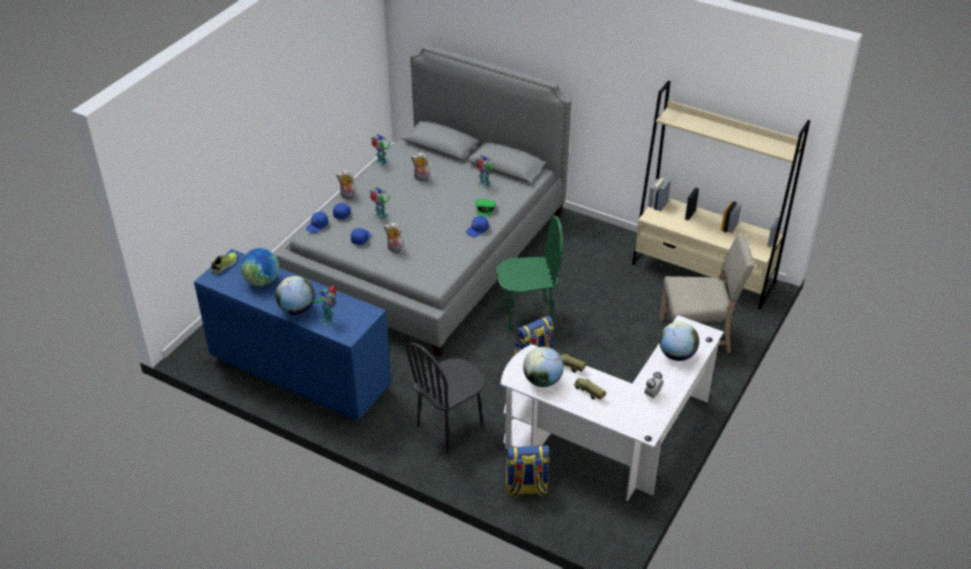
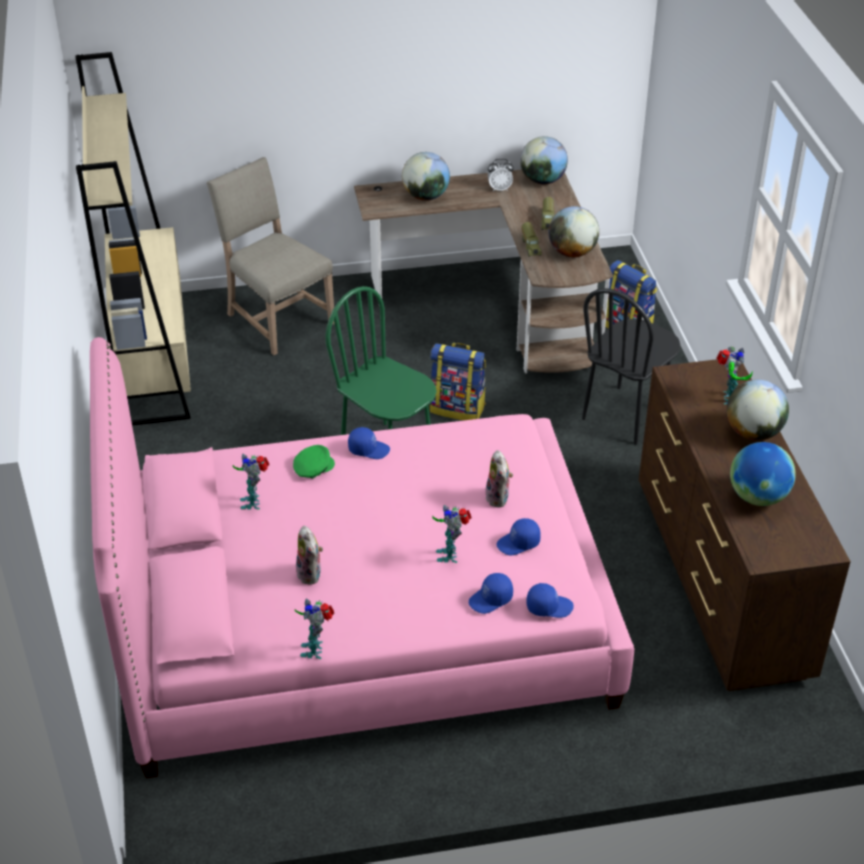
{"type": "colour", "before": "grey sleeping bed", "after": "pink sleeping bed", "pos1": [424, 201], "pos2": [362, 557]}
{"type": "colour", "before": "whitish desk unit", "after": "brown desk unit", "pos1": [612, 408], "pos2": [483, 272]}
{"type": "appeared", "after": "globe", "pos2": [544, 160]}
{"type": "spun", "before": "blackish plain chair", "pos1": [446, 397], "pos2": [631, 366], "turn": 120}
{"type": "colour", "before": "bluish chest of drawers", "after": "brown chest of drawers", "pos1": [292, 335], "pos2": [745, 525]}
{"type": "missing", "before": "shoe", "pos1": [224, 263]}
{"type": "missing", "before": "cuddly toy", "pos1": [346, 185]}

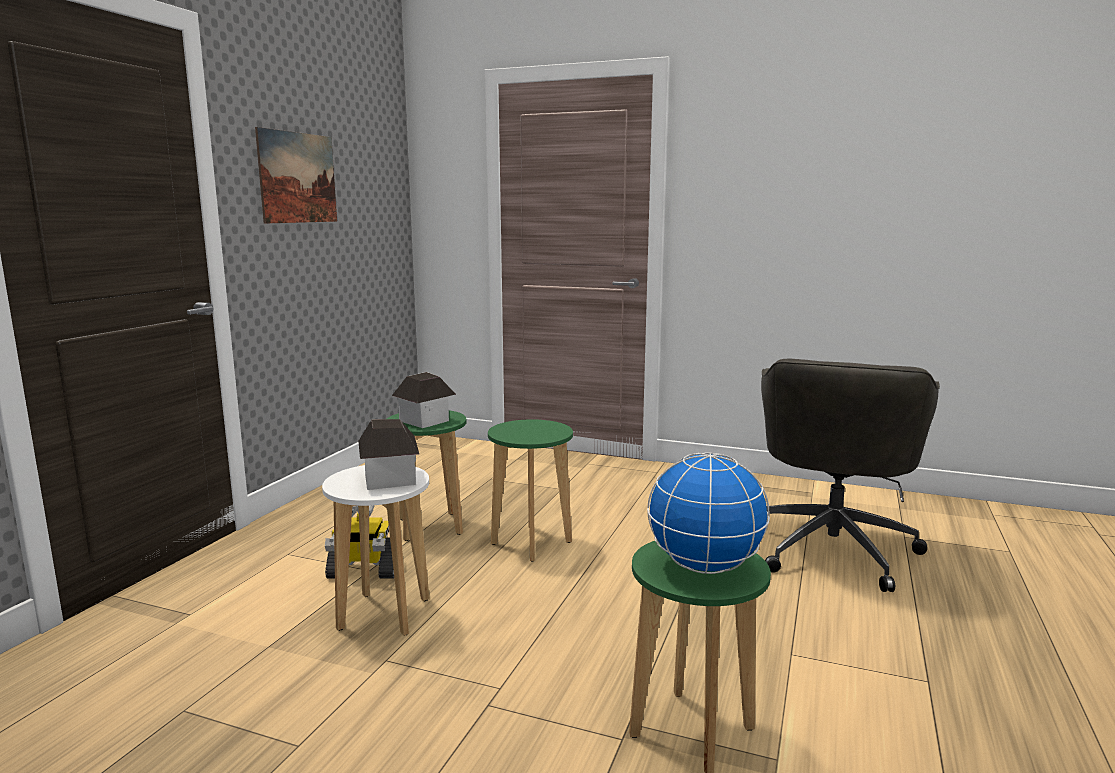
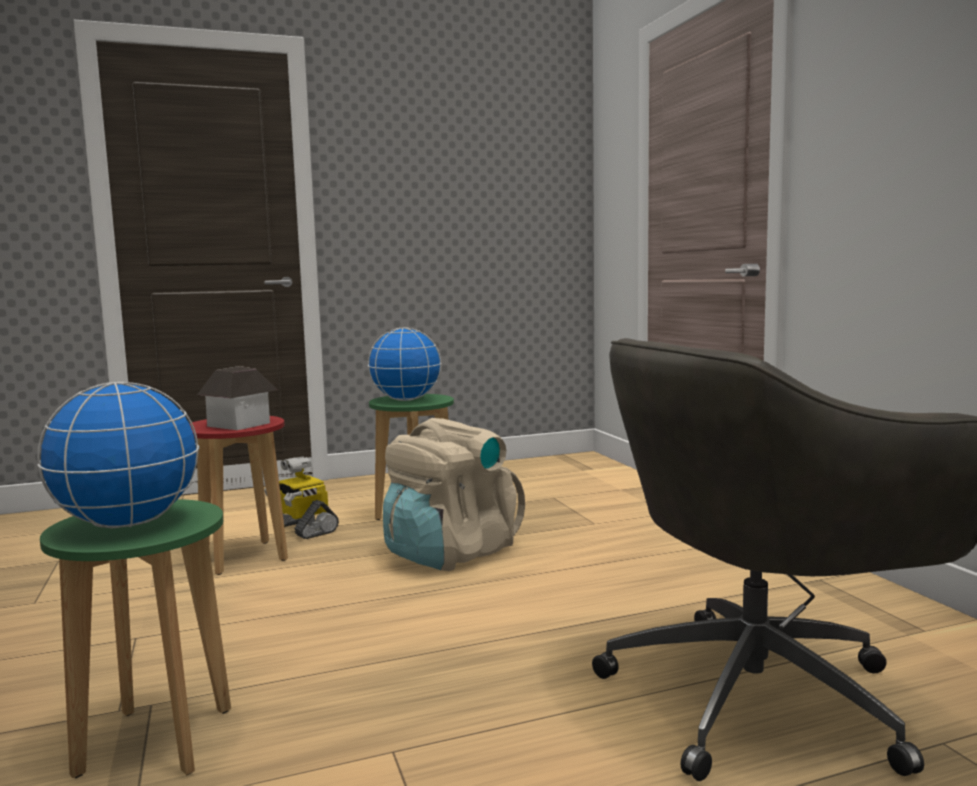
{"type": "colour", "before": "whitish sitting stool", "after": "reddish sitting stool", "pos1": [376, 550], "pos2": [238, 495]}
{"type": "exchanged", "before": "toy house", "after": "globe", "pos1": [424, 400], "pos2": [404, 364]}
{"type": "exchanged", "before": "green sitting stool", "after": "beige rucksack", "pos1": [530, 490], "pos2": [454, 494]}
{"type": "missing", "before": "wall picture", "pos1": [296, 175]}

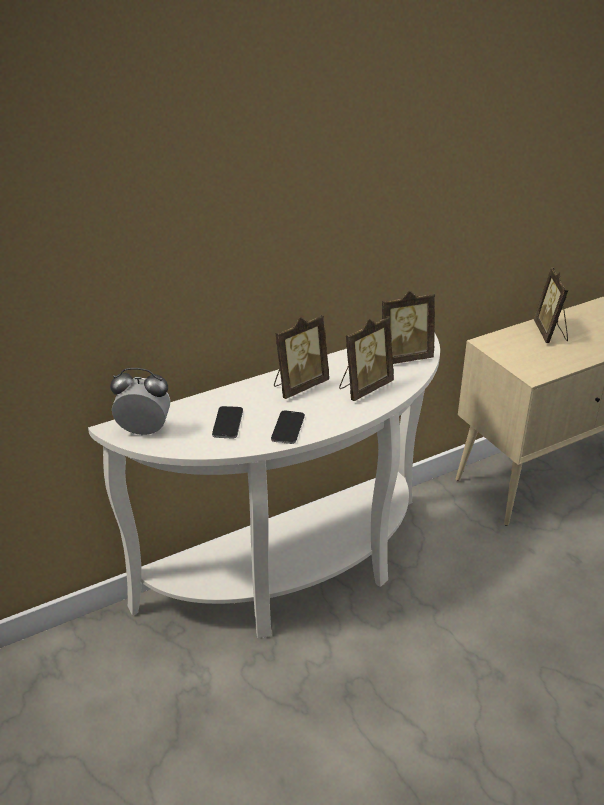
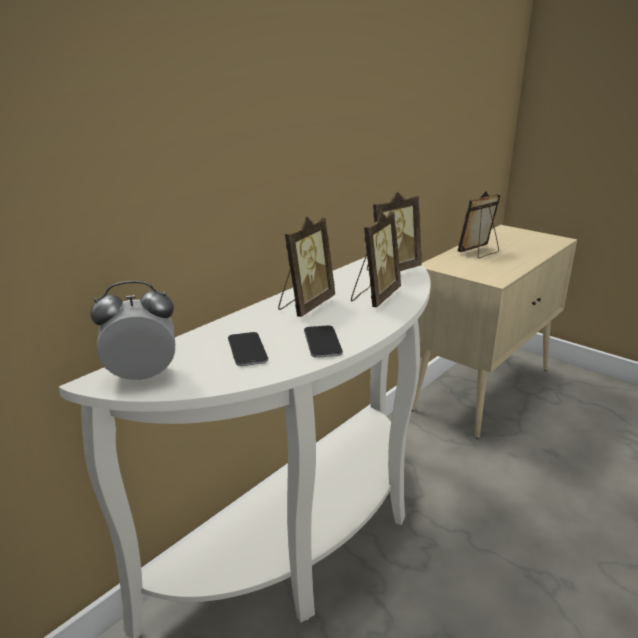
{"type": "spun", "before": "picture frame", "pos1": [551, 305], "pos2": [479, 224], "turn": 75}

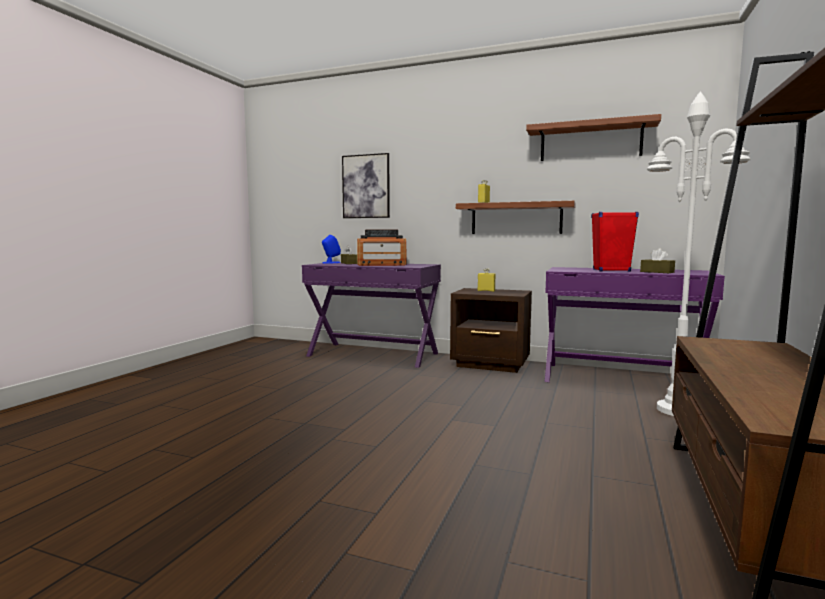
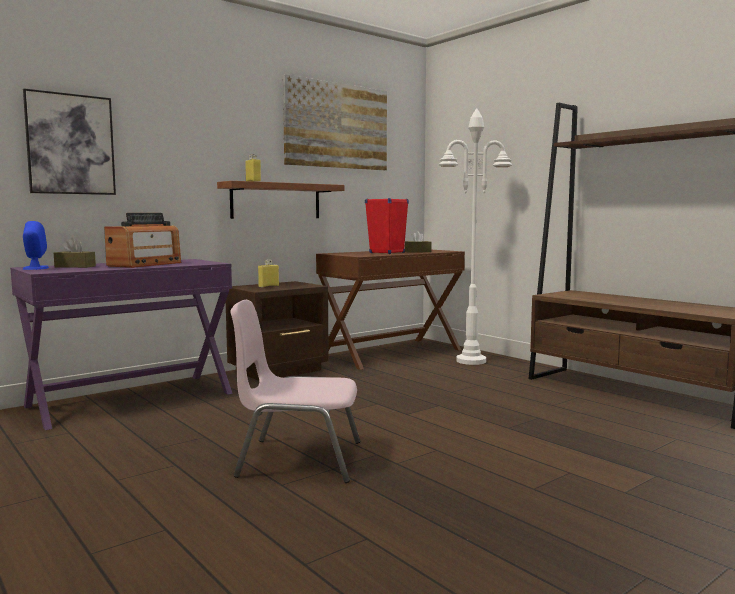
{"type": "appeared", "after": "pink plain chair", "pos2": [295, 391]}
{"type": "exchanged", "before": "shelf", "after": "wall picture", "pos1": [593, 137], "pos2": [335, 122]}
{"type": "colour", "before": "purplish desk unit", "after": "brown desk unit", "pos1": [635, 324], "pos2": [390, 310]}

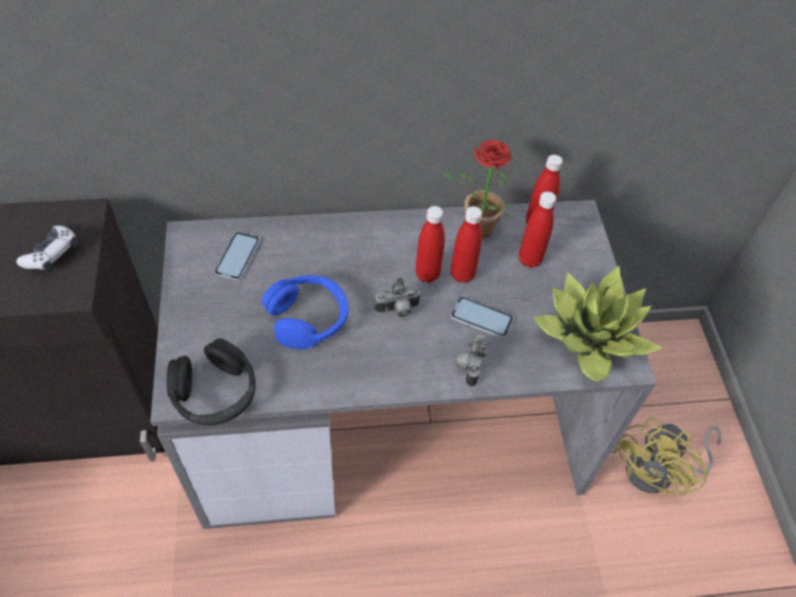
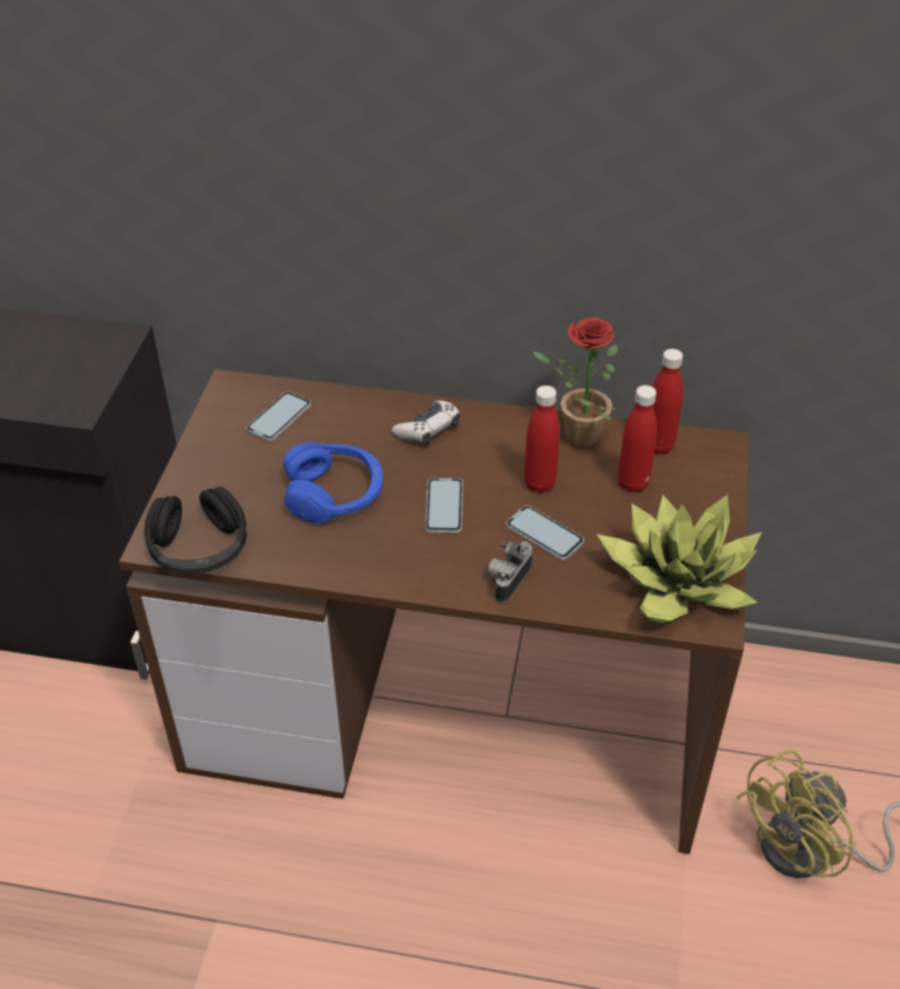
{"type": "colour", "before": "grey desk unit", "after": "brown desk unit", "pos1": [403, 364], "pos2": [434, 611]}
{"type": "relocated", "before": "game controller", "pos1": [46, 248], "pos2": [426, 423]}
{"type": "exchanged", "before": "still camera", "after": "handset", "pos1": [398, 297], "pos2": [444, 505]}
{"type": "missing", "before": "reddish beverage bottle", "pos1": [430, 244]}

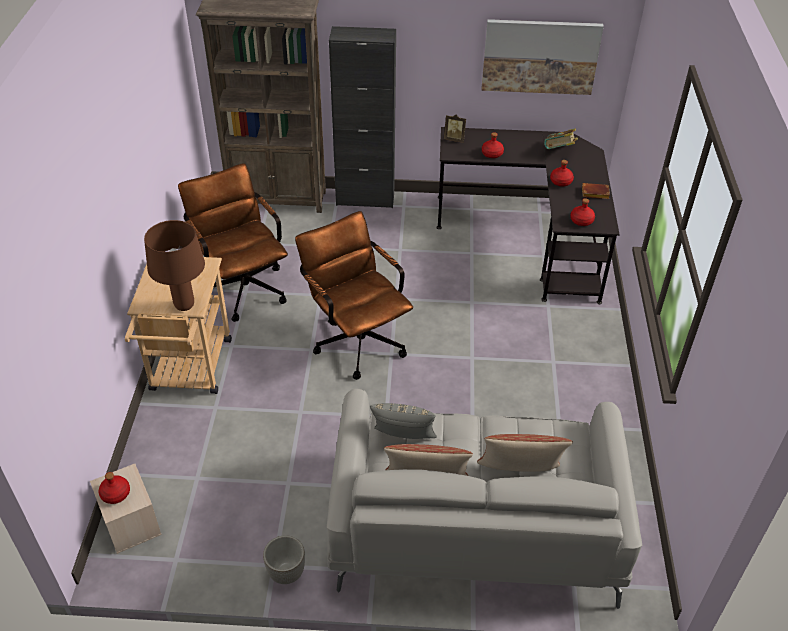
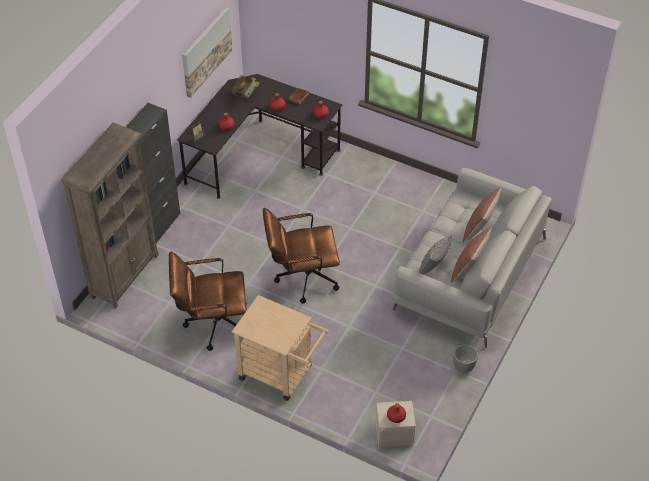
{"type": "missing", "before": "brown tabletop lamp", "pos1": [174, 265]}

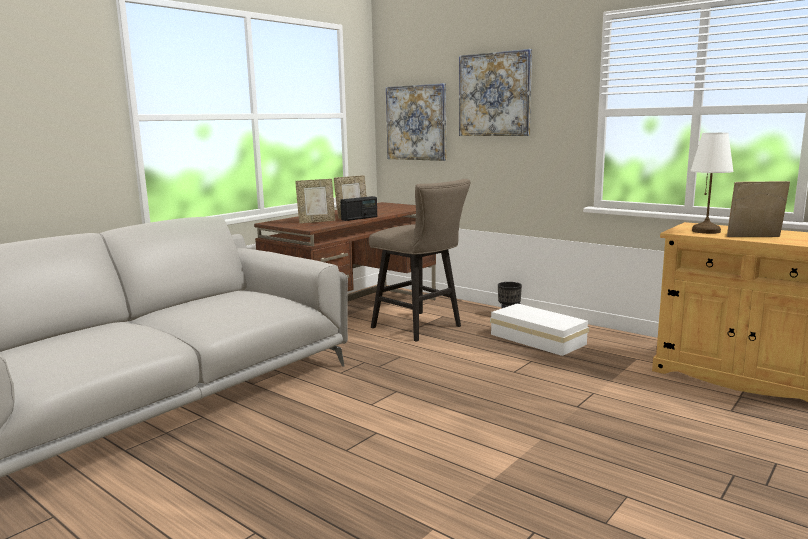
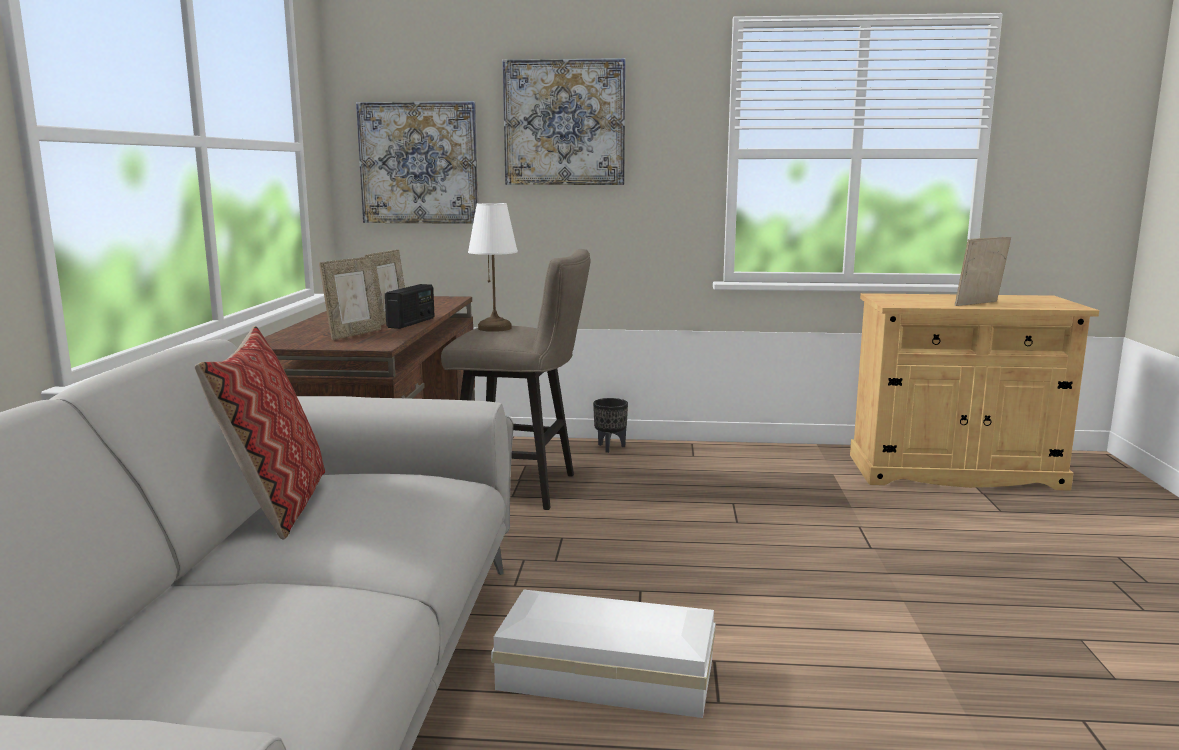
{"type": "appeared", "after": "cushion", "pos2": [260, 433]}
{"type": "relocated", "before": "whitish tabletop lamp", "pos1": [712, 183], "pos2": [493, 267]}
{"type": "relocated", "before": "whitish storage box", "pos1": [539, 330], "pos2": [603, 654]}

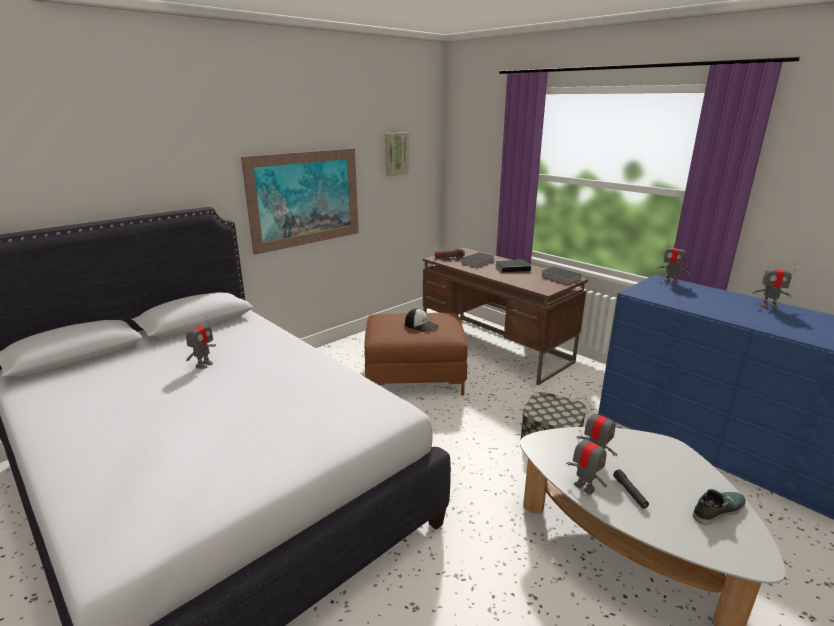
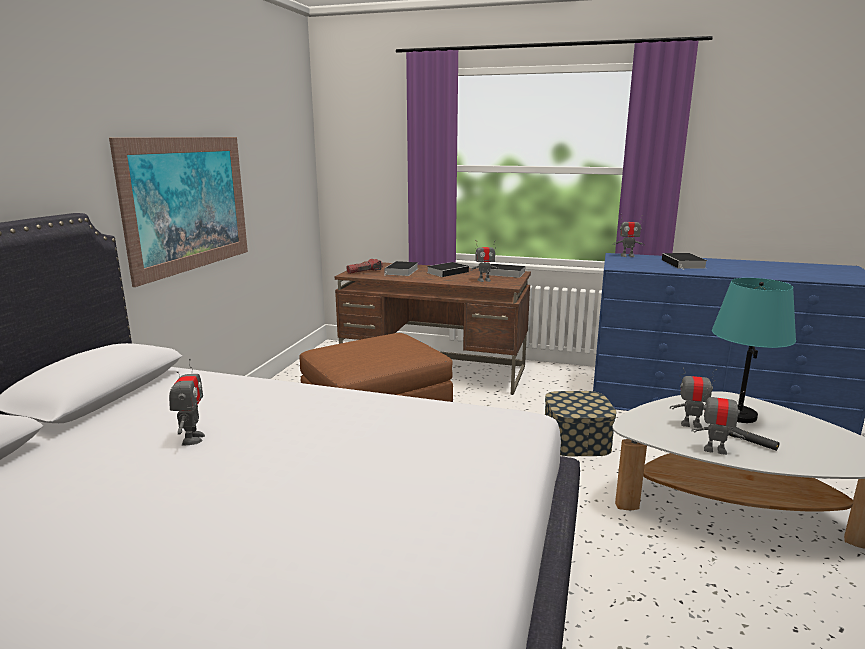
{"type": "relocated", "before": "model robot", "pos1": [773, 284], "pos2": [484, 261]}
{"type": "appeared", "after": "bound book", "pos2": [684, 261]}
{"type": "appeared", "after": "turquoise-coloured tabletop lamp", "pos2": [754, 350]}
{"type": "missing", "before": "wall picture", "pos1": [397, 154]}
{"type": "missing", "before": "cap", "pos1": [421, 320]}
{"type": "missing", "before": "shoe", "pos1": [719, 507]}

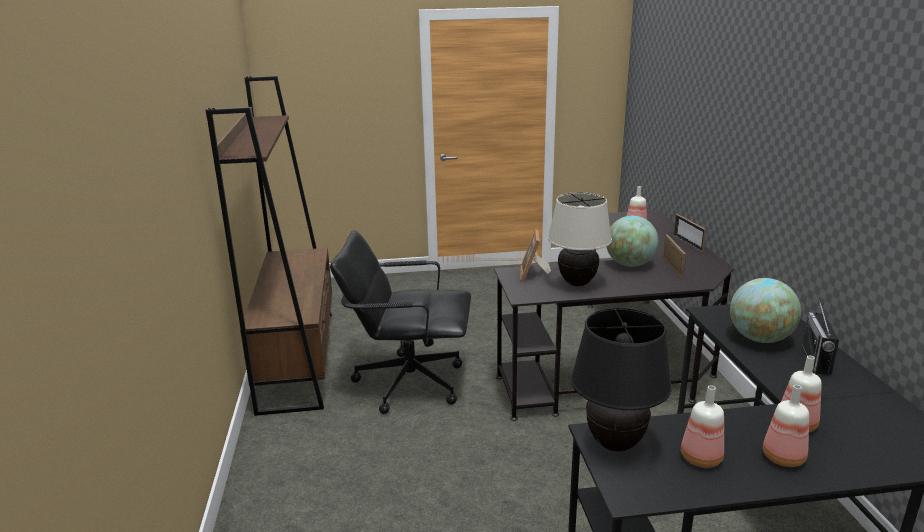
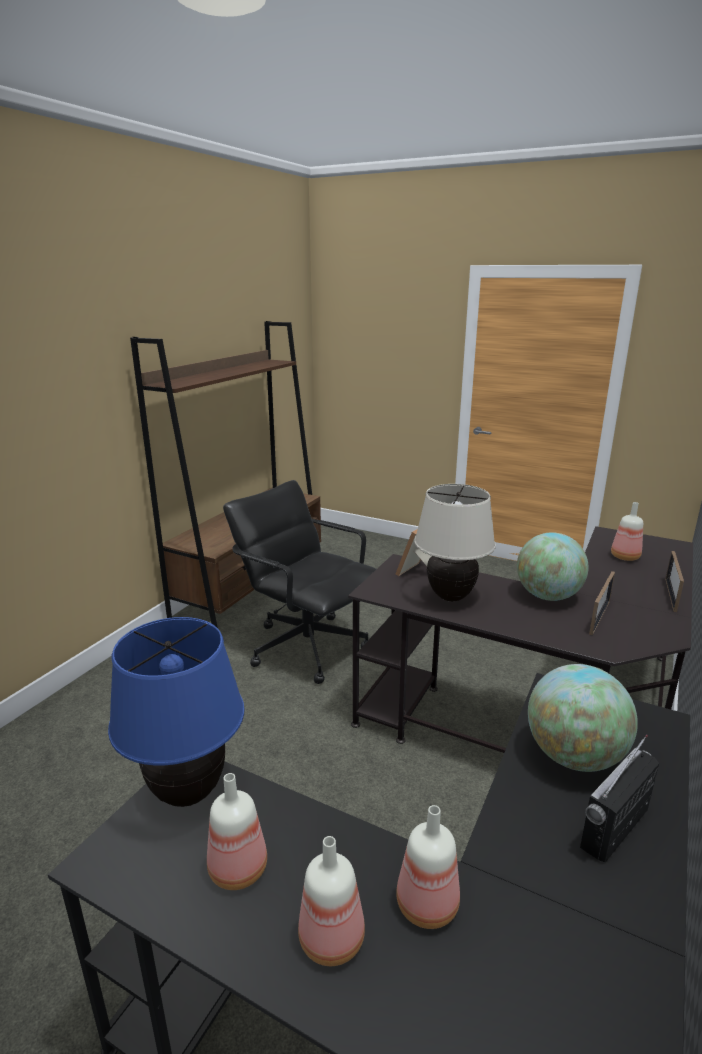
{"type": "colour", "before": "blackish tabletop lamp", "after": "bluish tabletop lamp", "pos1": [621, 379], "pos2": [176, 712]}

